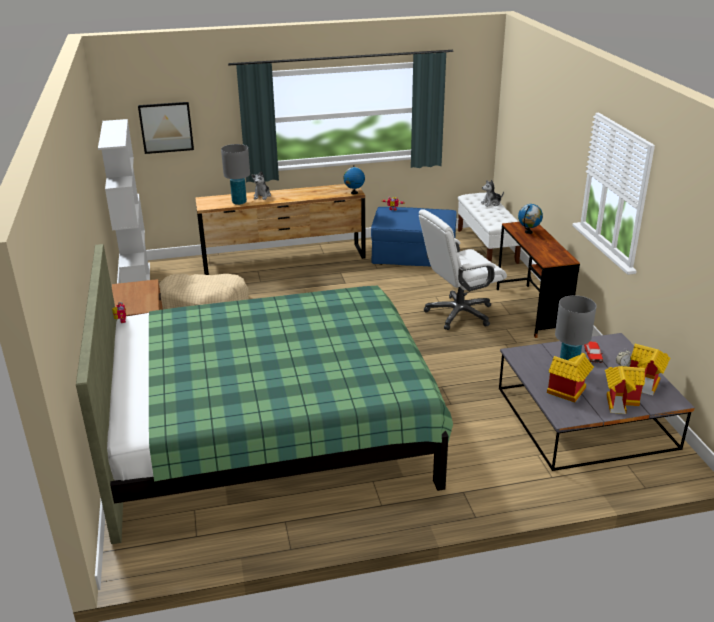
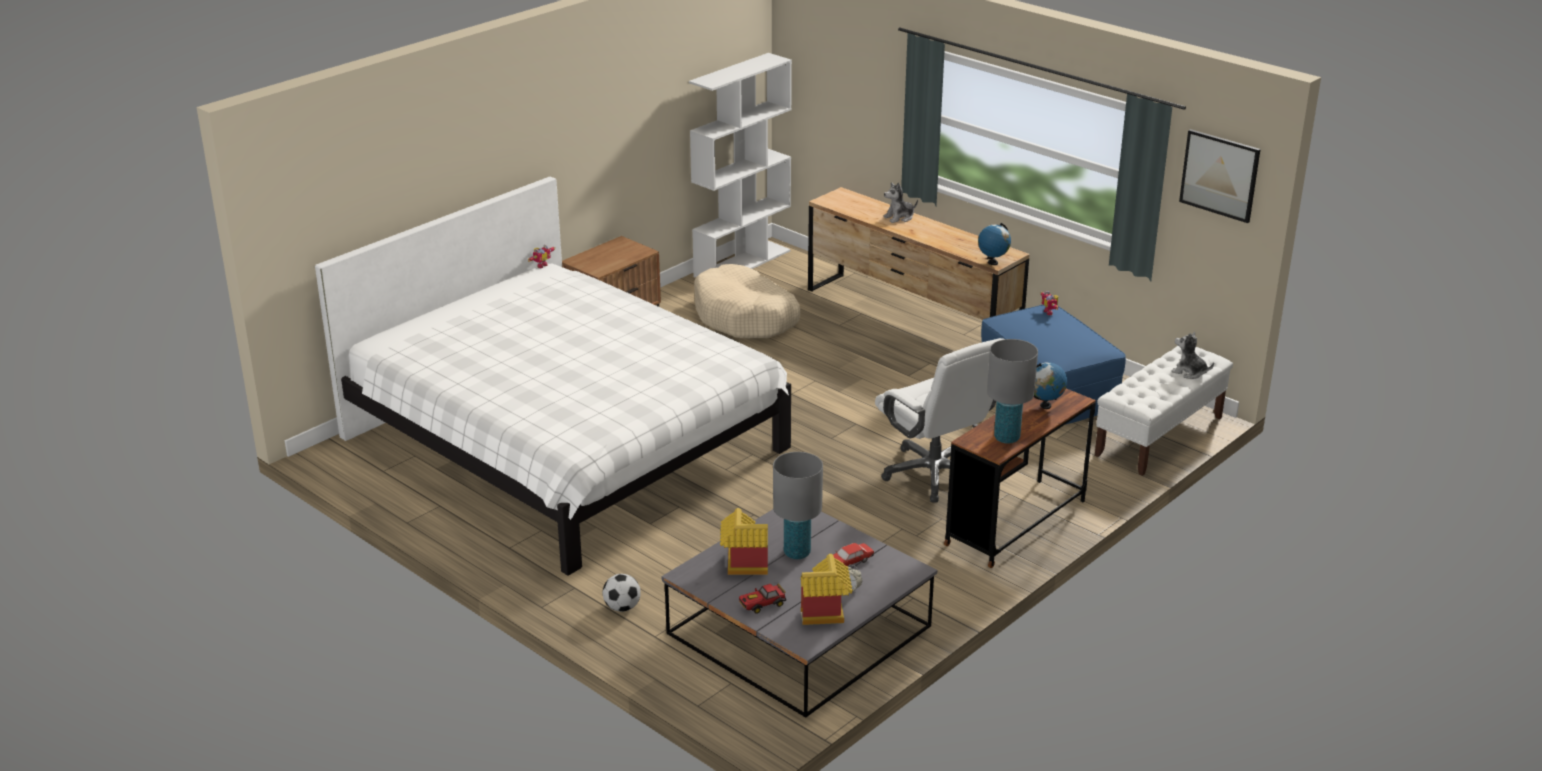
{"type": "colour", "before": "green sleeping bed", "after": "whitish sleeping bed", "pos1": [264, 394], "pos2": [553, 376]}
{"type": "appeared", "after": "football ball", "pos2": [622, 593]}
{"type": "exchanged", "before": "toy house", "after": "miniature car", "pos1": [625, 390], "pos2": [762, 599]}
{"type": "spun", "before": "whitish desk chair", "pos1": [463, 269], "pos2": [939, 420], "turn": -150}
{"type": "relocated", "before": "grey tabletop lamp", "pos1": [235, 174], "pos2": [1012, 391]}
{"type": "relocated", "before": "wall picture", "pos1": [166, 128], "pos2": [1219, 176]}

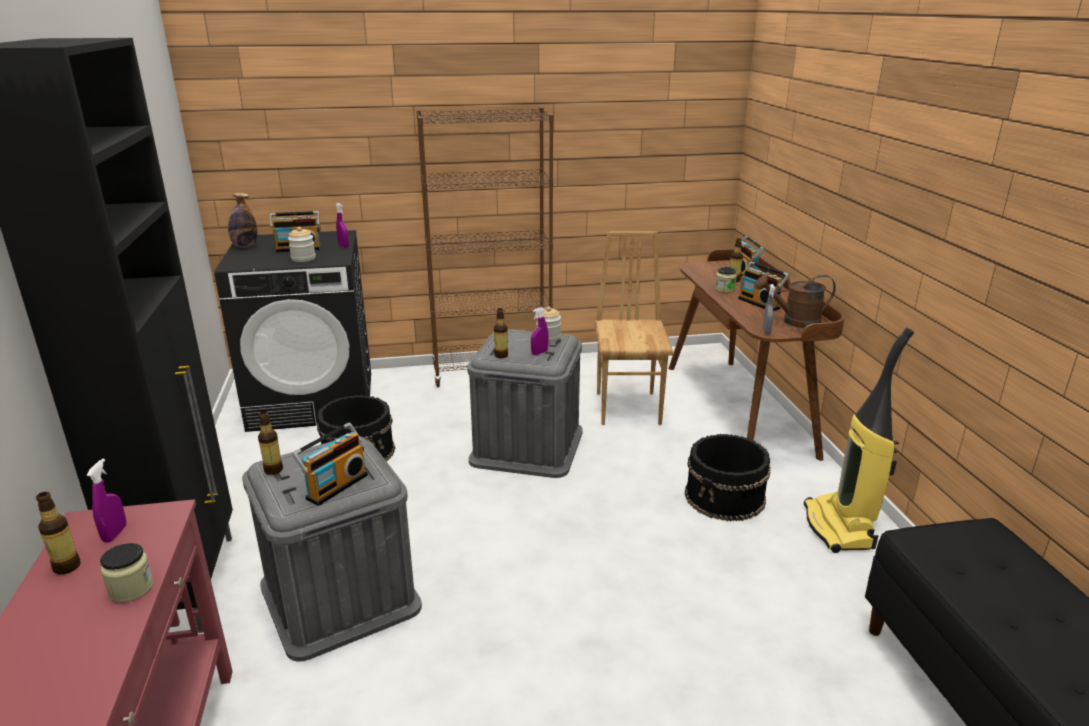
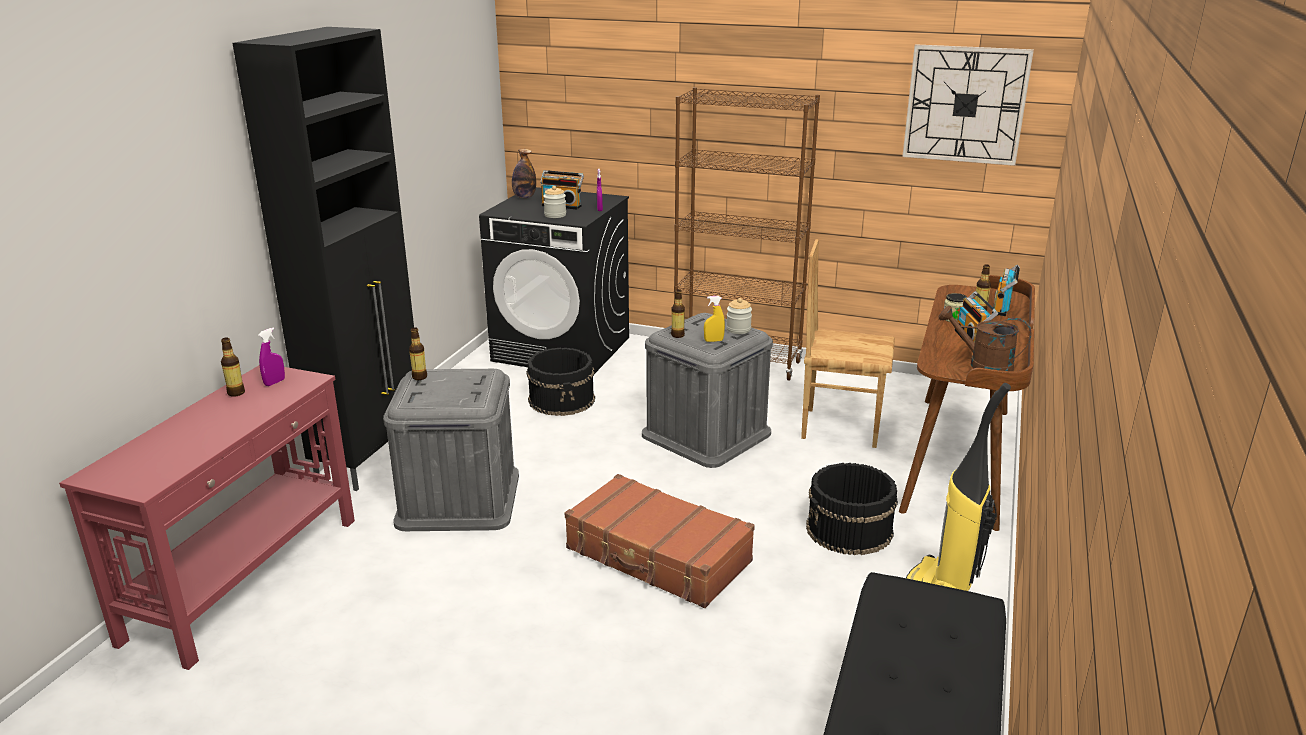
{"type": "appeared", "after": "brown suitcase", "pos2": [660, 541]}
{"type": "colour", "before": "purplish sprayer", "after": "yellow-coloured sprayer", "pos1": [540, 331], "pos2": [714, 319]}
{"type": "spun", "before": "brown plain chair", "pos1": [634, 328], "pos2": [848, 343], "turn": -105}
{"type": "appeared", "after": "hanging clock", "pos2": [968, 105]}
{"type": "missing", "before": "storage jar", "pos1": [127, 572]}
{"type": "missing", "before": "radio", "pos1": [330, 464]}
{"type": "missing", "before": "grey sprayer", "pos1": [769, 309]}

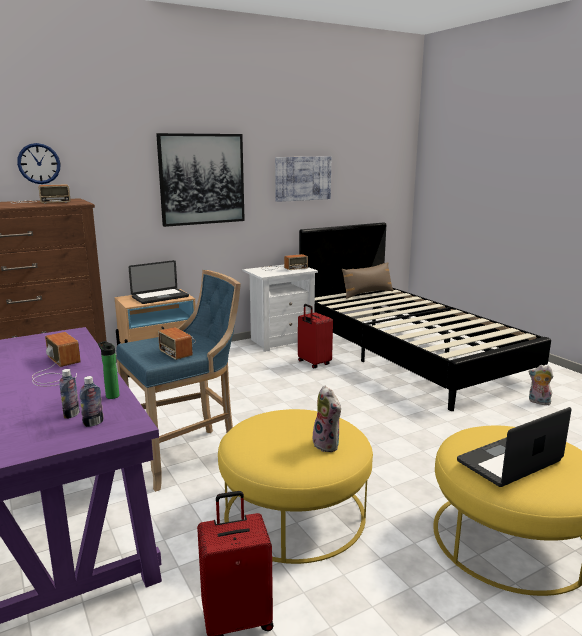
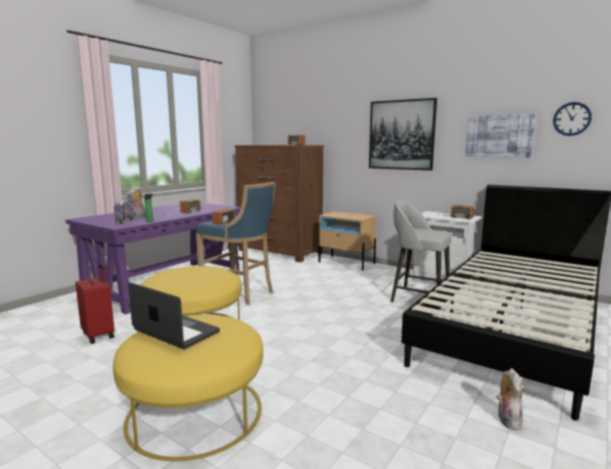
{"type": "relocated", "before": "cuddly toy", "pos1": [327, 419], "pos2": [135, 202]}
{"type": "exchanged", "before": "reddish suitcase", "after": "grey sitting stool", "pos1": [315, 336], "pos2": [421, 254]}
{"type": "relocated", "before": "hanging clock", "pos1": [39, 163], "pos2": [572, 119]}
{"type": "missing", "before": "portable computer", "pos1": [159, 282]}
{"type": "missing", "before": "brown cushion", "pos1": [368, 280]}

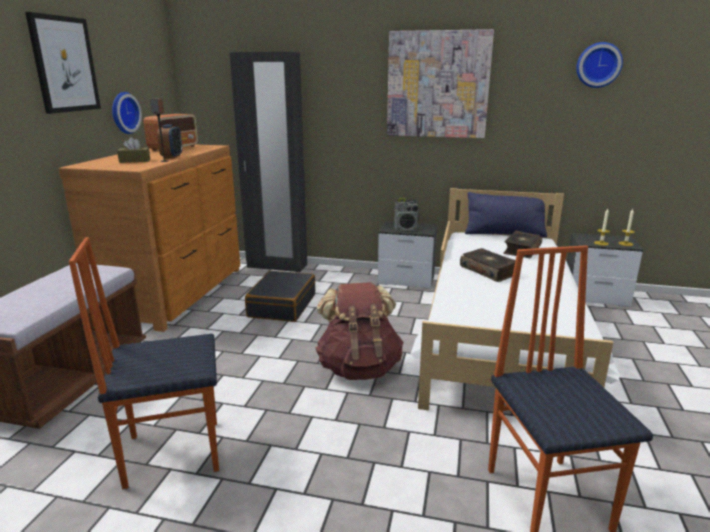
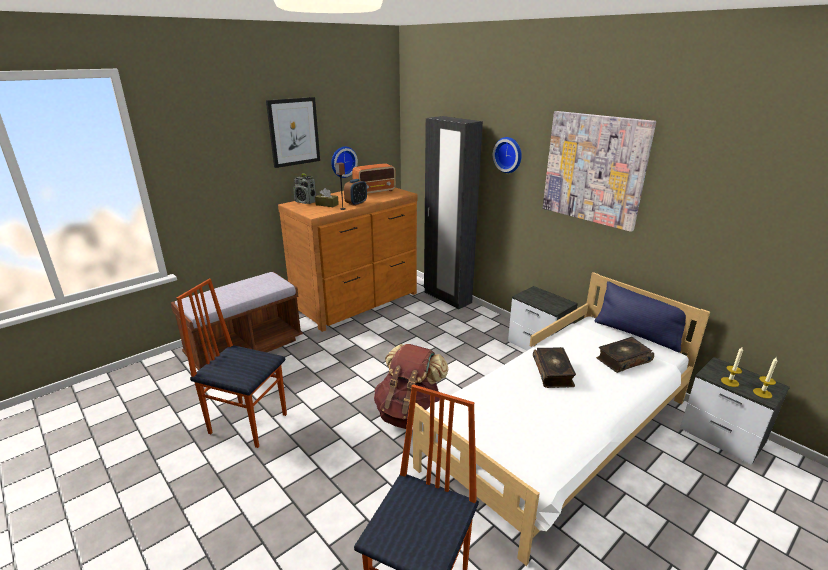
{"type": "relocated", "before": "radio", "pos1": [406, 214], "pos2": [304, 188]}
{"type": "relocated", "before": "hanging clock", "pos1": [599, 65], "pos2": [507, 155]}
{"type": "missing", "before": "blackish suitcase", "pos1": [280, 296]}

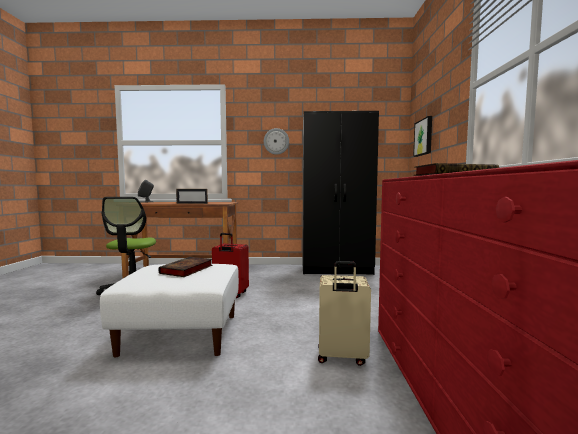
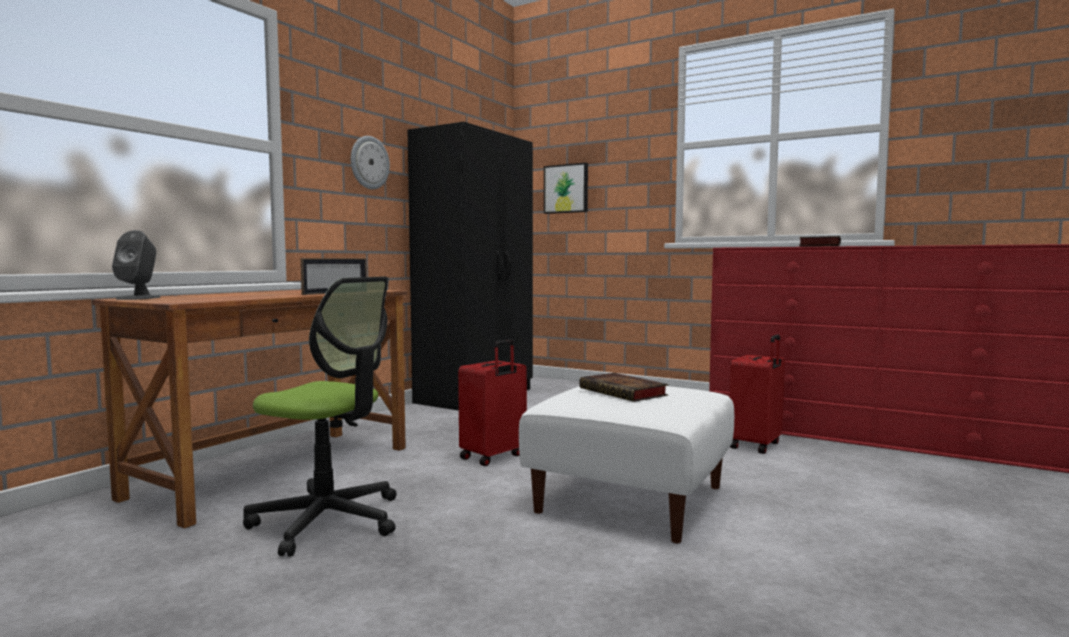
{"type": "colour", "before": "beige suitcase", "after": "reddish suitcase", "pos1": [344, 313], "pos2": [757, 394]}

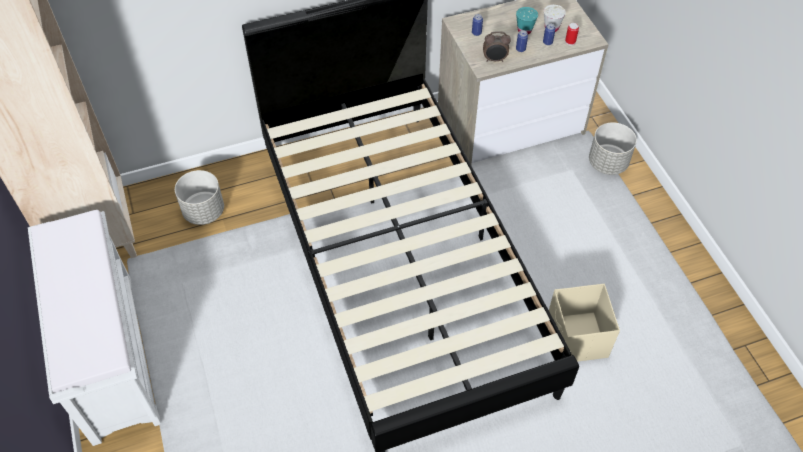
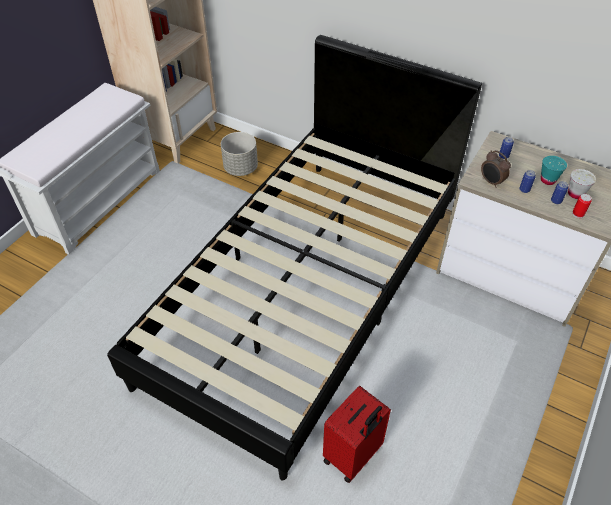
{"type": "exchanged", "before": "beige storage box", "after": "reddish suitcase", "pos1": [584, 323], "pos2": [357, 434]}
{"type": "missing", "before": "grey planter", "pos1": [613, 148]}

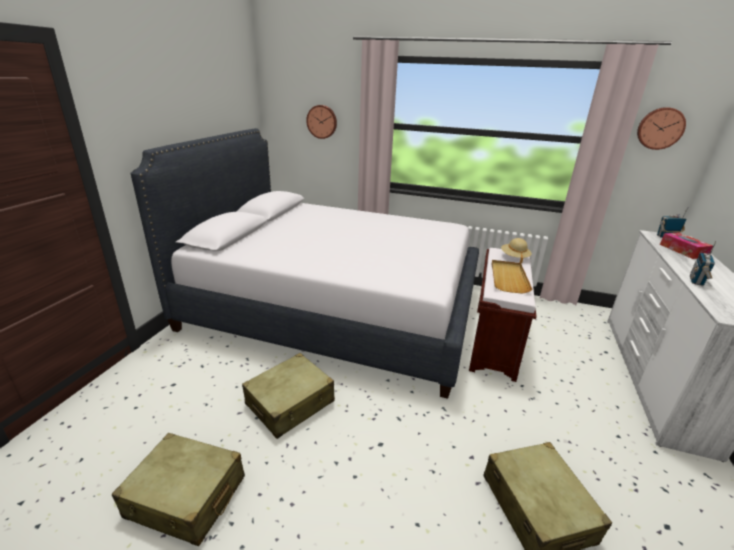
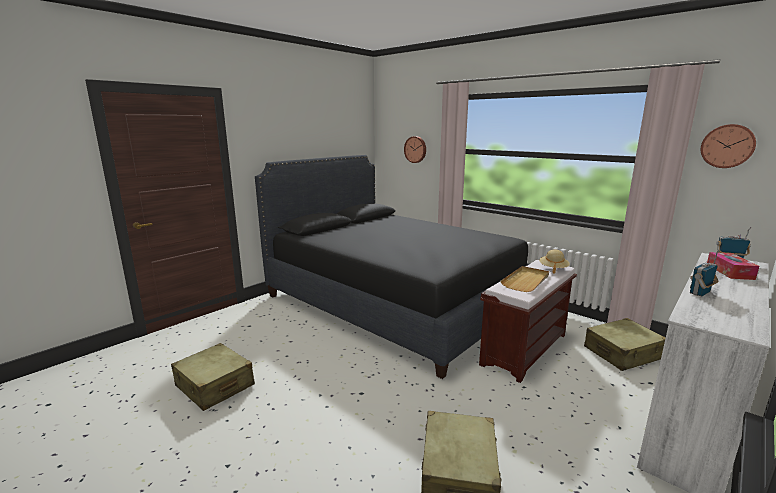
{"type": "colour", "before": "whitish sleeping bed", "after": "blackish sleeping bed", "pos1": [305, 263], "pos2": [393, 267]}
{"type": "relocated", "before": "beige suitcase", "pos1": [288, 396], "pos2": [625, 344]}

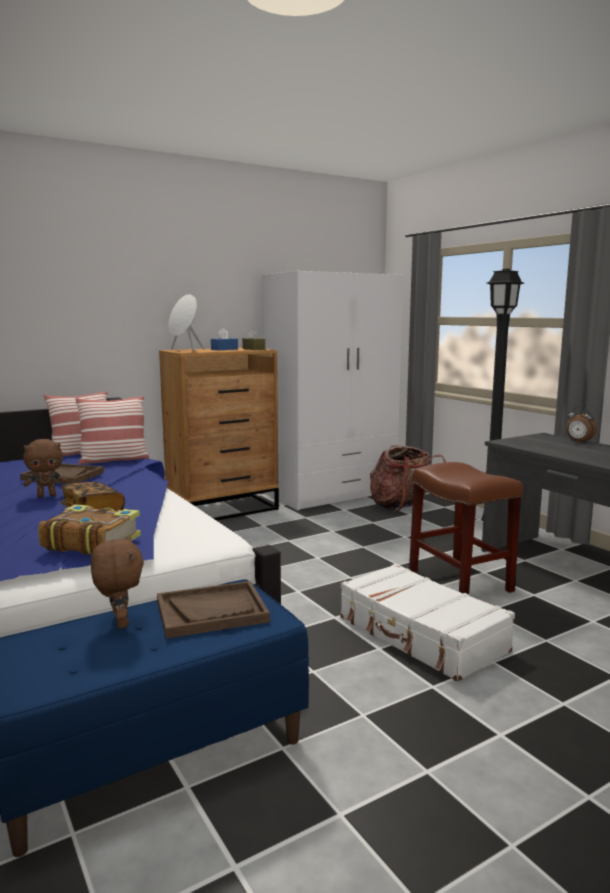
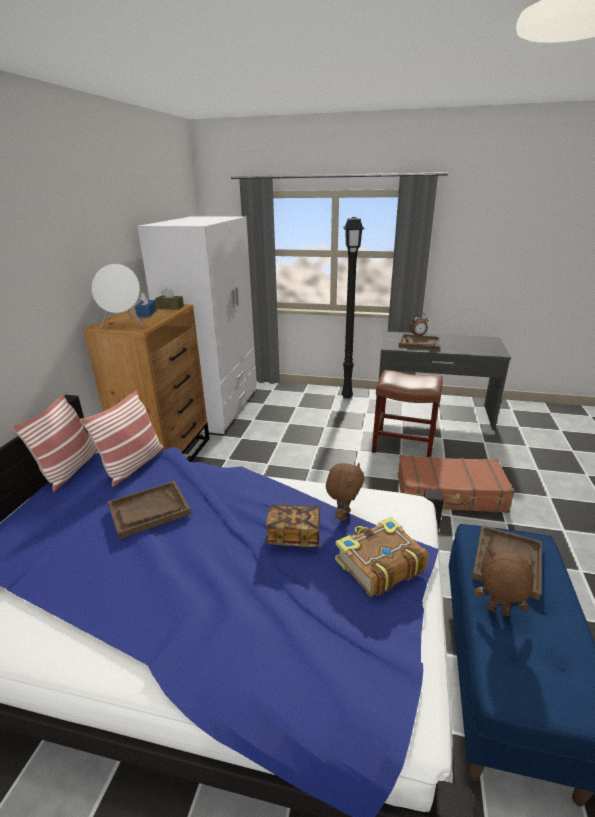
{"type": "relocated", "before": "brown cuddly toy", "pos1": [45, 468], "pos2": [345, 492]}
{"type": "appeared", "after": "brown serving tray", "pos2": [419, 342]}
{"type": "colour", "before": "whitish suitcase", "after": "brown suitcase", "pos1": [428, 623], "pos2": [456, 484]}
{"type": "missing", "before": "rucksack", "pos1": [408, 478]}

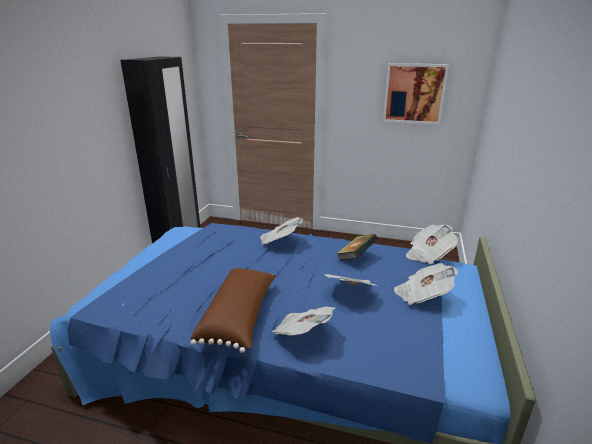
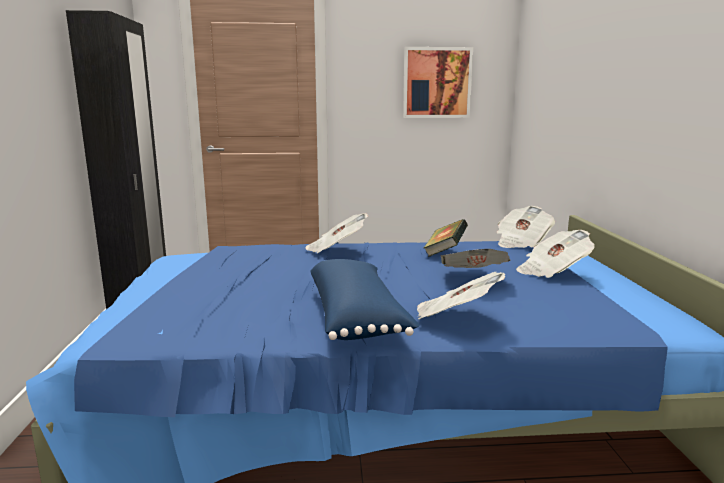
{"type": "colour", "before": "brown cushion", "after": "bluish cushion", "pos1": [233, 310], "pos2": [365, 299]}

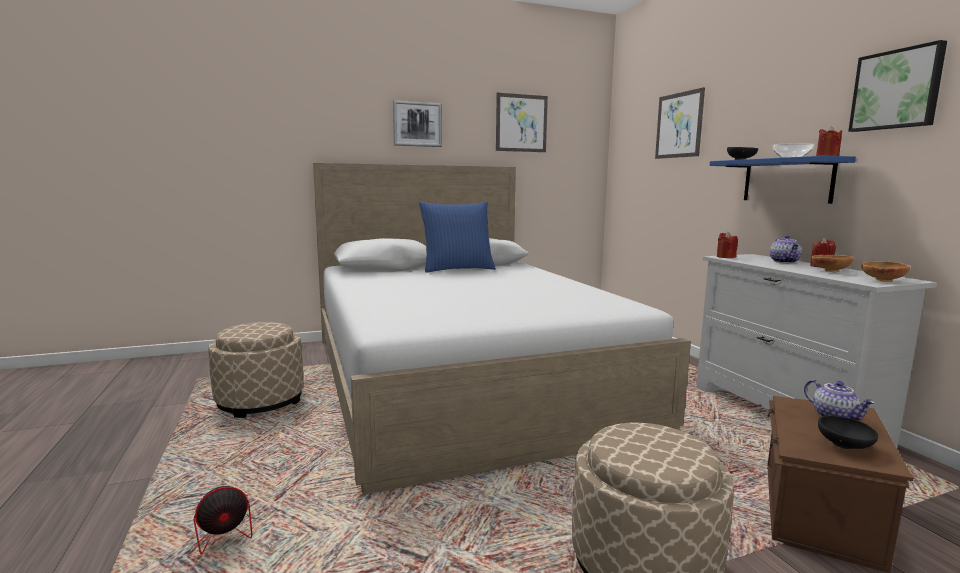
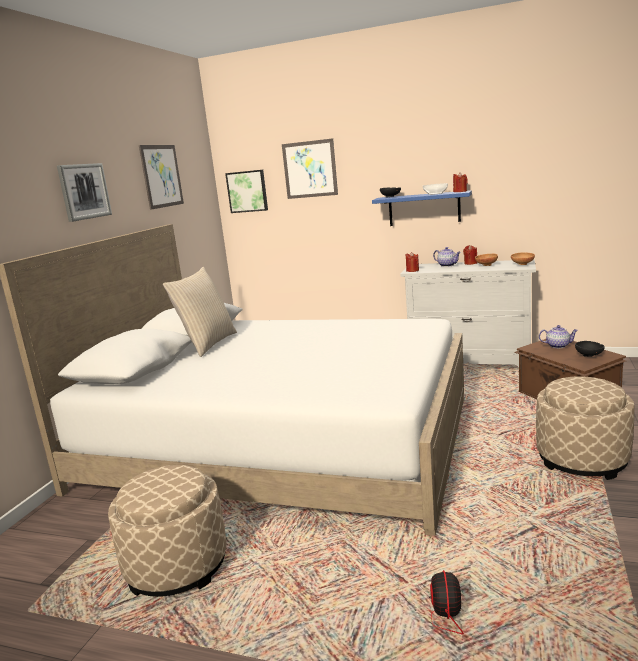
{"type": "colour", "before": "bluish cushion", "after": "beige cushion", "pos1": [457, 237], "pos2": [200, 312]}
{"type": "relocated", "before": "wall picture", "pos1": [897, 86], "pos2": [246, 191]}

